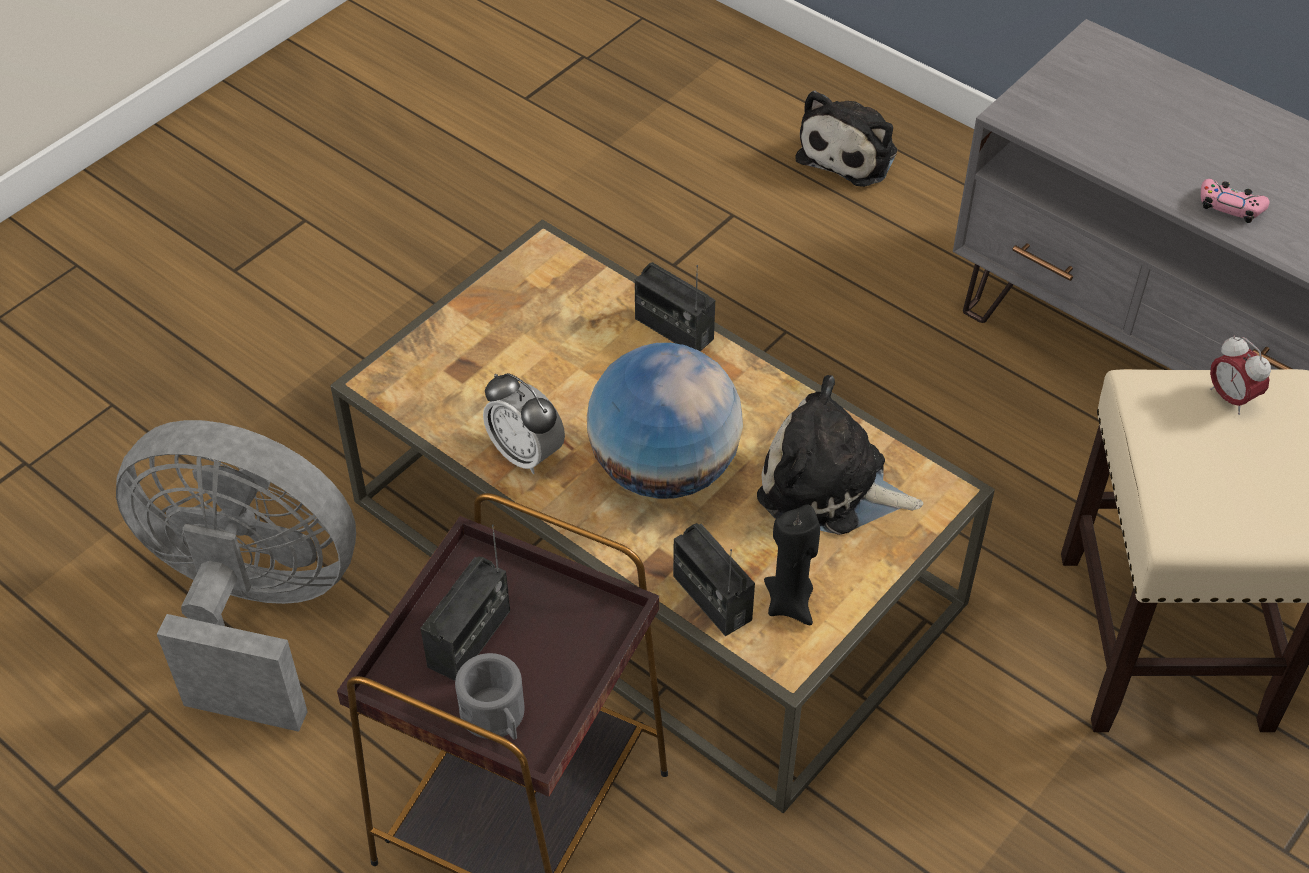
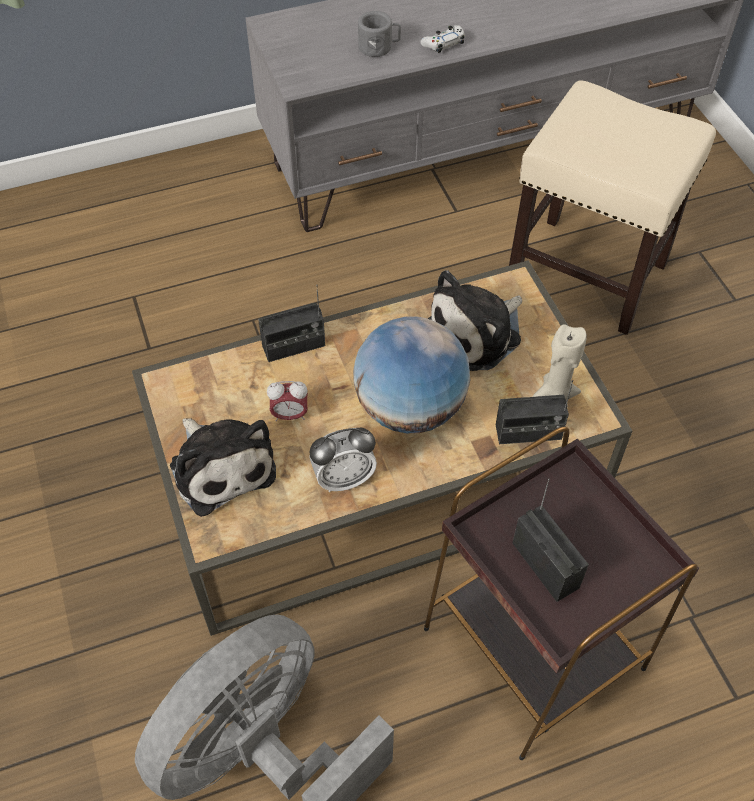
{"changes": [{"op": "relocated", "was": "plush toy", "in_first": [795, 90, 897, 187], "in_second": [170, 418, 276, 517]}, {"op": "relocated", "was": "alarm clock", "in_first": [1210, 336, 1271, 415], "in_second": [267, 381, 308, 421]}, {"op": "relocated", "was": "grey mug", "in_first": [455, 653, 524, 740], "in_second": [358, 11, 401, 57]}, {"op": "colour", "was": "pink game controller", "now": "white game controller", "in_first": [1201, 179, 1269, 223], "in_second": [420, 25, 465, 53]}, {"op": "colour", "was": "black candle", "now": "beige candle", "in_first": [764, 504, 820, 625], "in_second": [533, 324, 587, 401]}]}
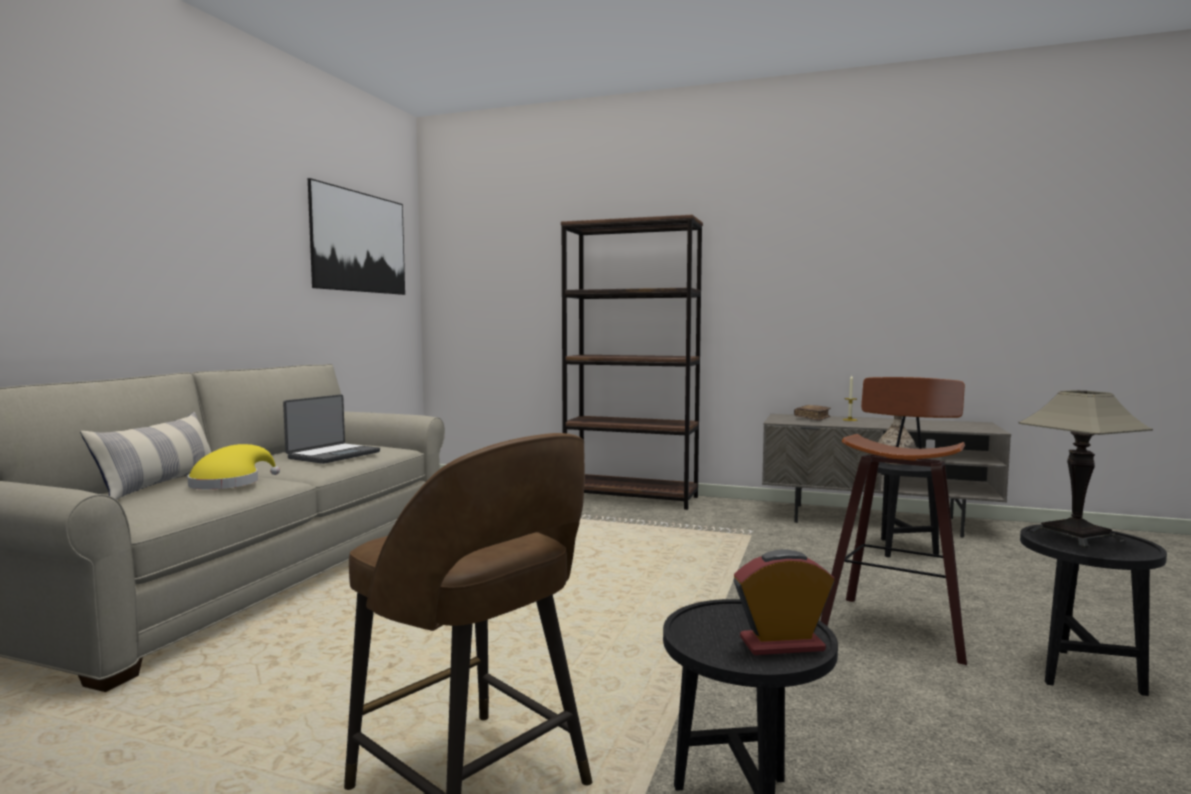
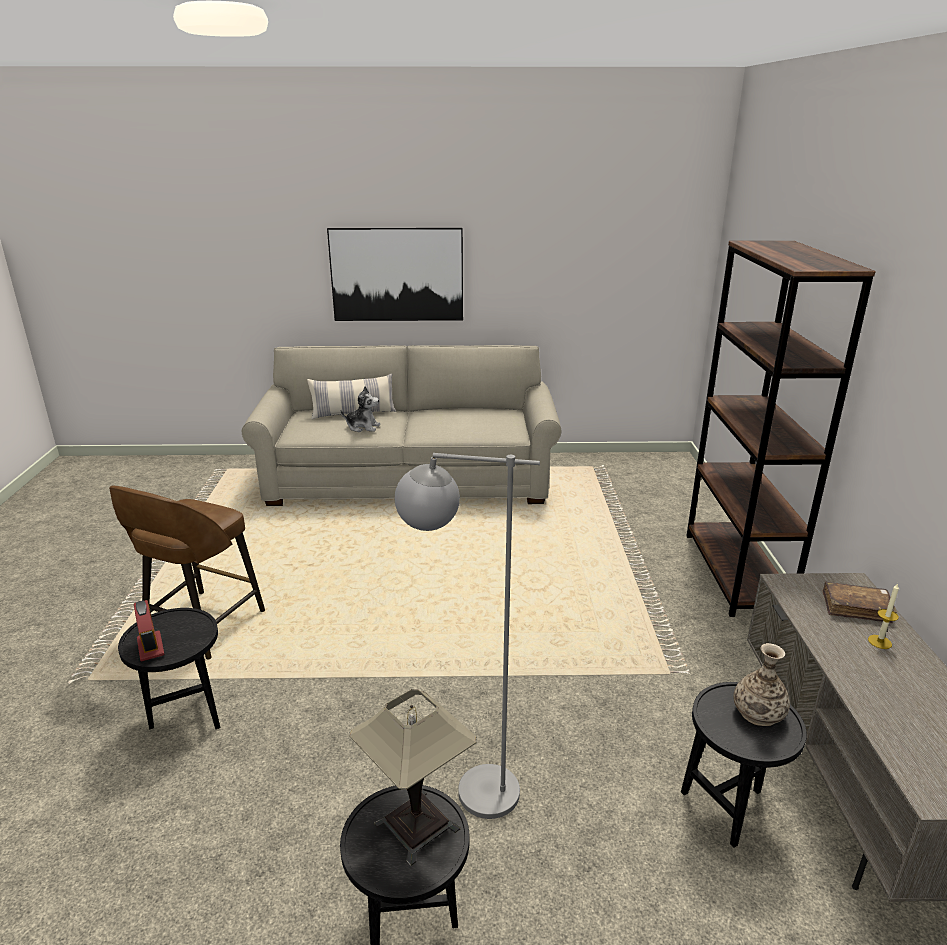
{"changes": [{"op": "relocated", "was": "picture", "in_first": [308, 178, 405, 295], "in_second": [327, 228, 463, 321]}, {"op": "exchanged", "was": "yellow hat", "now": "plush toy", "in_first": [187, 444, 280, 489], "in_second": [341, 386, 380, 432]}, {"op": "exchanged", "was": "stool", "now": "grey floor lamp", "in_first": [820, 377, 967, 665], "in_second": [395, 453, 540, 819]}, {"op": "missing", "was": "laptop", "in_first": [283, 394, 380, 464]}]}
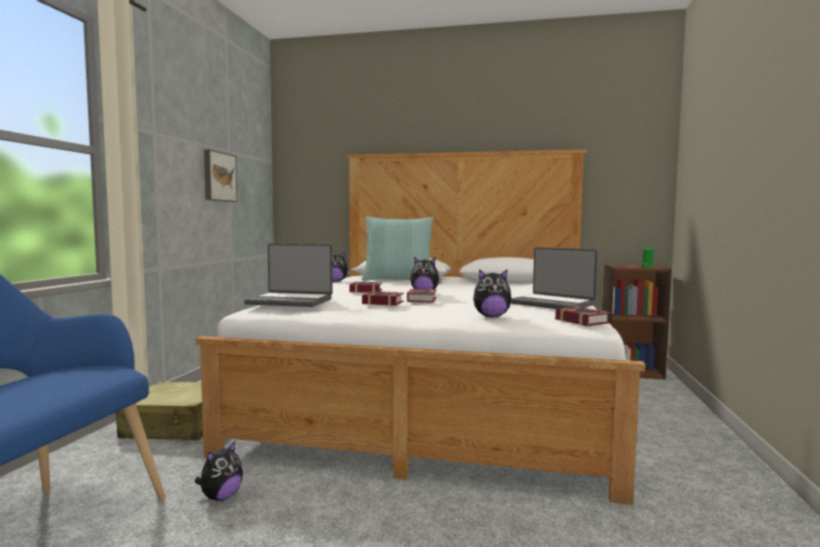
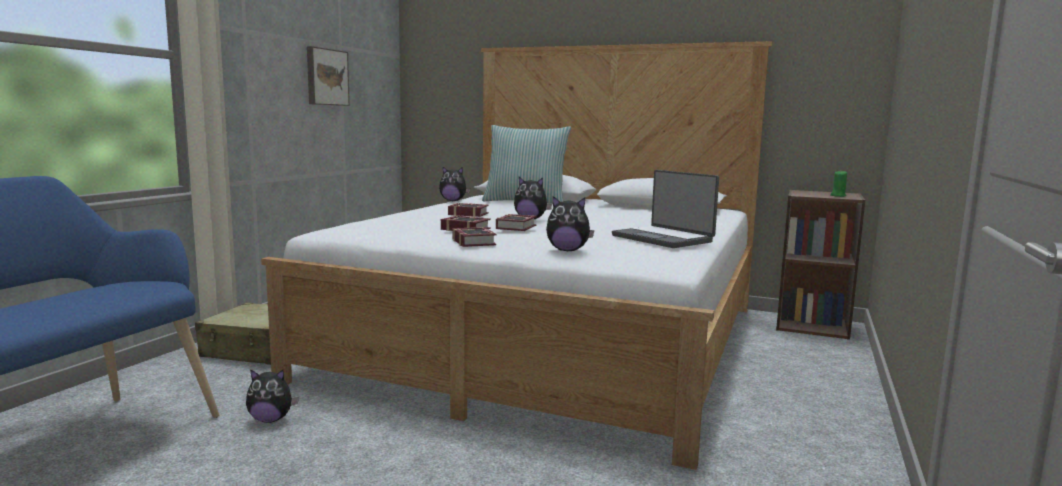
{"changes": [{"op": "spun", "was": "plush toy", "in_first": [195, 441, 243, 501], "in_second": [246, 369, 299, 423], "clockwise": 45}, {"op": "relocated", "was": "book", "in_first": [555, 307, 611, 326], "in_second": [453, 227, 496, 247]}, {"op": "missing", "was": "laptop", "in_first": [244, 243, 333, 307]}]}
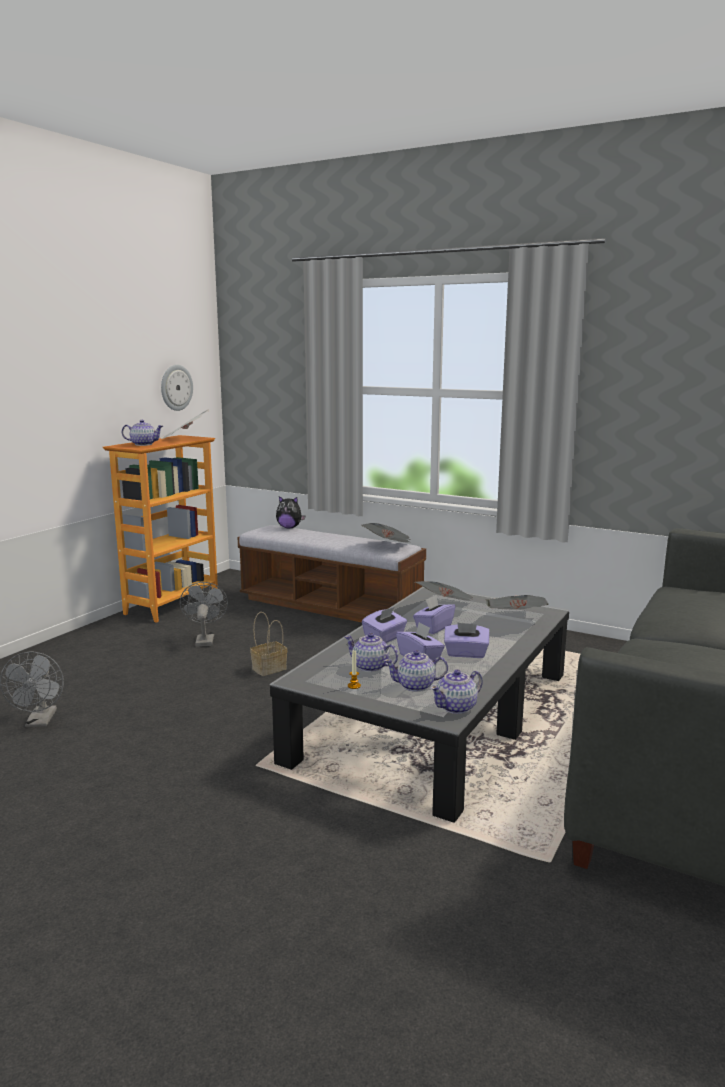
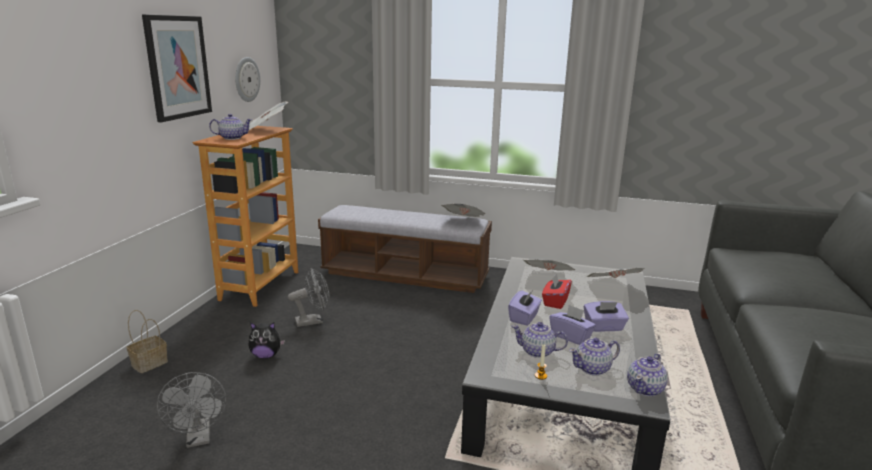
{"changes": [{"op": "relocated", "was": "basket", "in_first": [250, 612, 287, 676], "in_second": [127, 310, 168, 373]}, {"op": "appeared", "now": "picture", "in_second": [142, 14, 212, 122]}, {"op": "relocated", "was": "plush toy", "in_first": [276, 496, 305, 528], "in_second": [248, 322, 285, 359]}, {"op": "spun", "was": "grey fan", "in_first": [180, 582, 228, 647], "in_second": [288, 268, 329, 327], "clockwise": 90}, {"op": "colour", "was": "purple tissue box", "now": "red tissue box", "in_first": [413, 595, 455, 634], "in_second": [542, 273, 572, 309]}]}
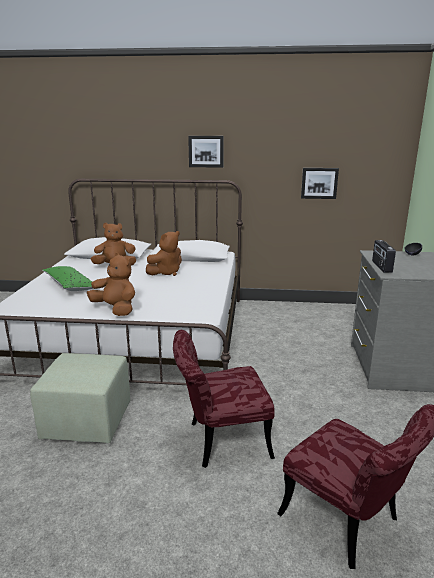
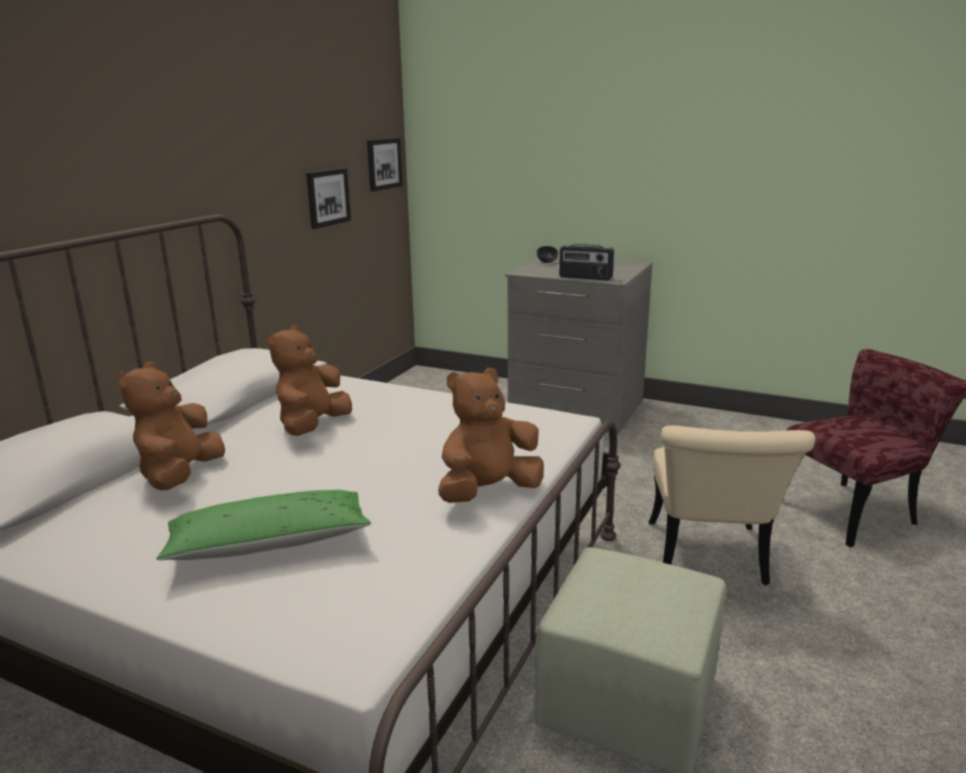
{"changes": [{"op": "spun", "was": "brown plush toy", "in_first": [146, 231, 182, 276], "in_second": [267, 325, 352, 436], "clockwise": -135}, {"op": "relocated", "was": "picture", "in_first": [188, 136, 224, 168], "in_second": [367, 138, 403, 192]}, {"op": "colour", "was": "red chair", "now": "beige chair", "in_first": [173, 330, 275, 468], "in_second": [649, 425, 816, 585]}]}
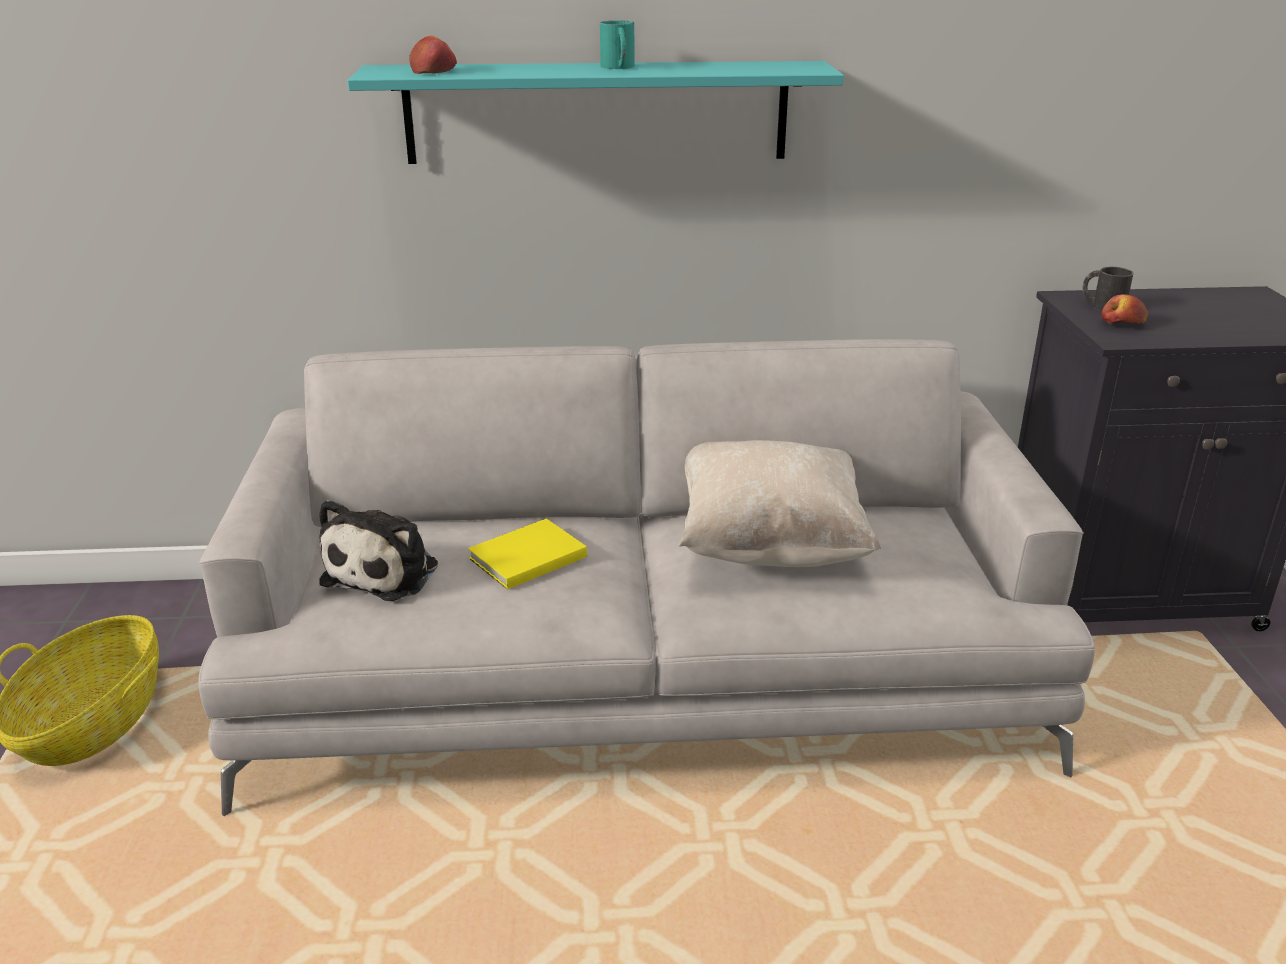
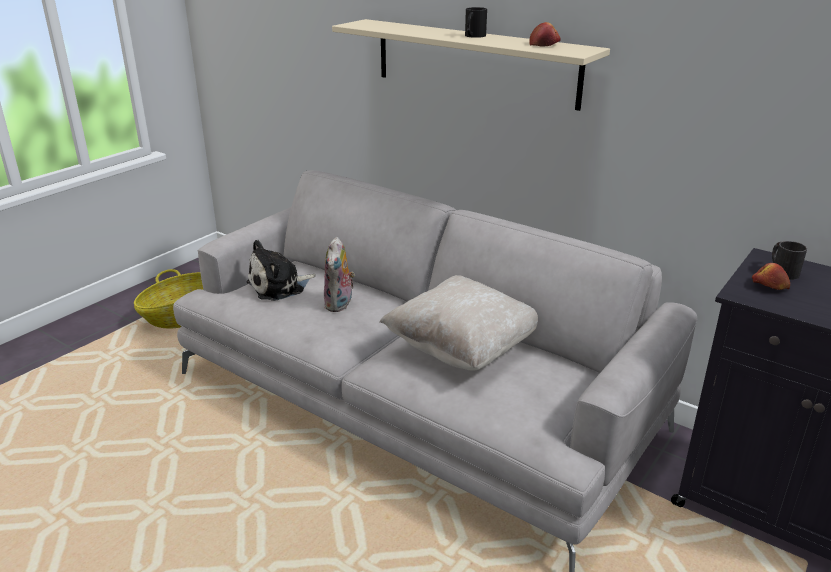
{"changes": [{"op": "exchanged", "was": "yellow book", "now": "plush toy", "in_first": [468, 518, 587, 589], "in_second": [324, 236, 355, 312]}, {"op": "colour", "was": "turquoise shelf", "now": "beige shelf", "in_first": [348, 61, 844, 164], "in_second": [332, 19, 610, 111]}, {"op": "colour", "was": "turquoise mug", "now": "black mug", "in_first": [600, 20, 634, 69], "in_second": [465, 7, 487, 38]}, {"op": "relocated", "was": "apple", "in_first": [409, 36, 457, 74], "in_second": [529, 22, 561, 46]}]}
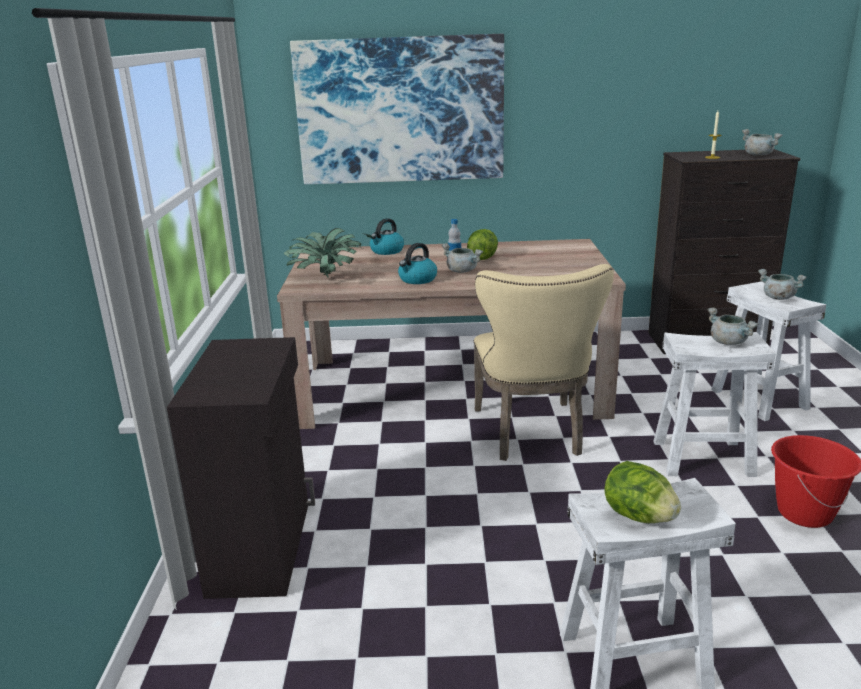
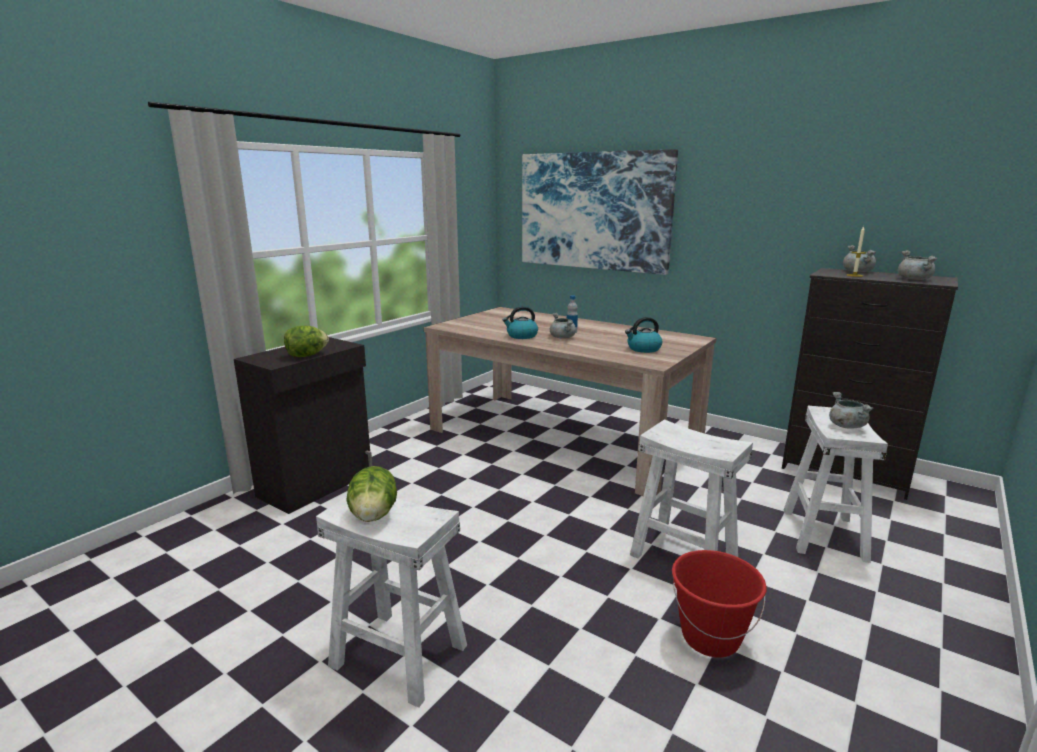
{"changes": [{"op": "relocated", "was": "lettuce", "in_first": [467, 229, 498, 260], "in_second": [284, 326, 329, 357]}, {"op": "relocated", "was": "kettle", "in_first": [370, 218, 404, 255], "in_second": [625, 317, 662, 353]}, {"op": "relocated", "was": "grey cooking pot", "in_first": [707, 308, 759, 345], "in_second": [843, 245, 876, 272]}, {"op": "missing", "was": "potted plant", "in_first": [284, 228, 373, 278]}, {"op": "missing", "was": "beige chair", "in_first": [474, 264, 614, 461]}]}
